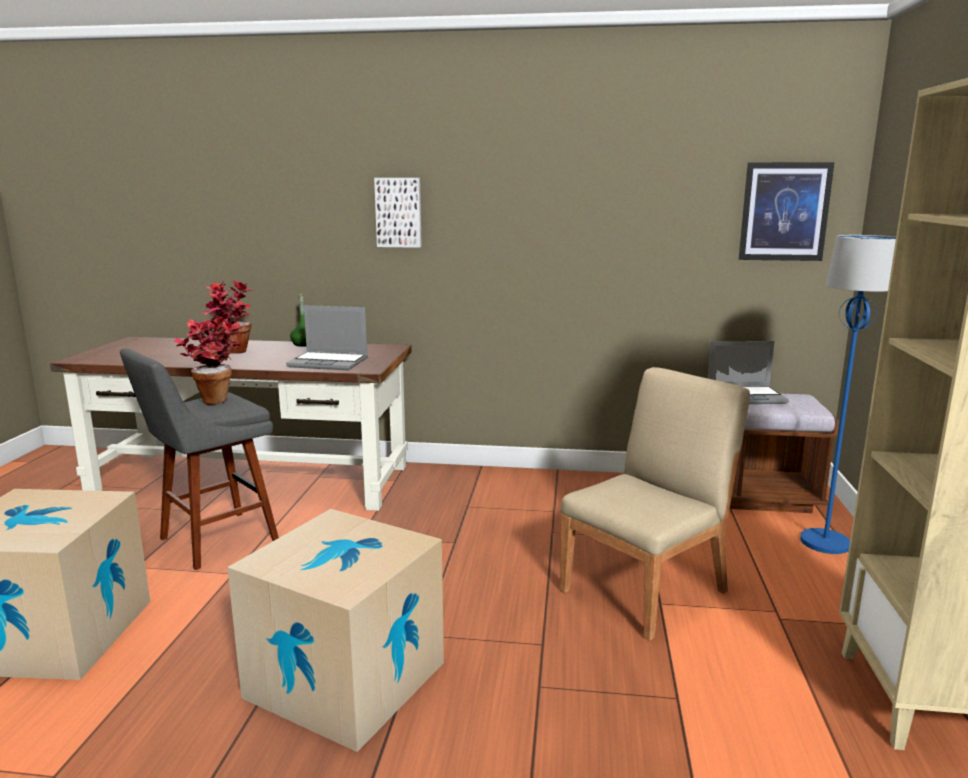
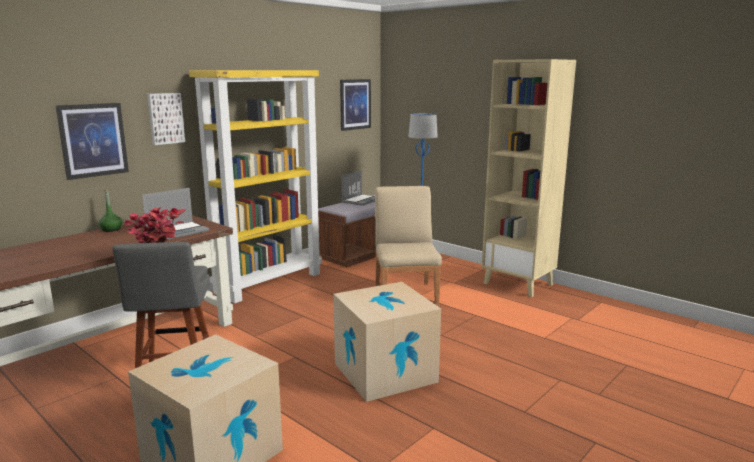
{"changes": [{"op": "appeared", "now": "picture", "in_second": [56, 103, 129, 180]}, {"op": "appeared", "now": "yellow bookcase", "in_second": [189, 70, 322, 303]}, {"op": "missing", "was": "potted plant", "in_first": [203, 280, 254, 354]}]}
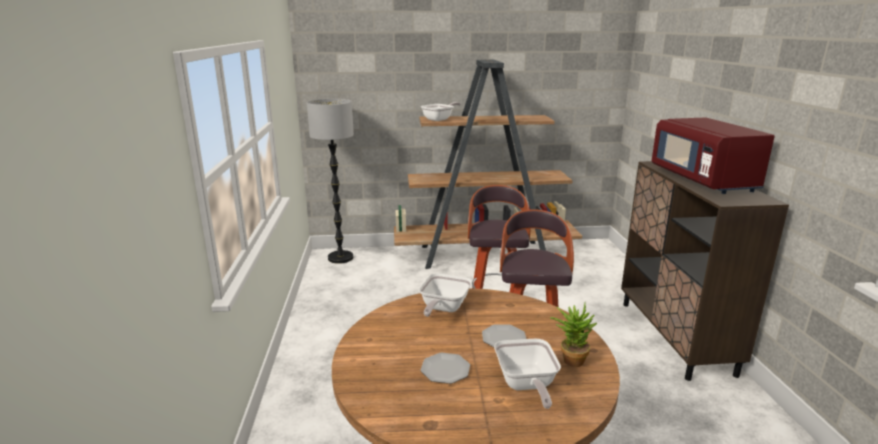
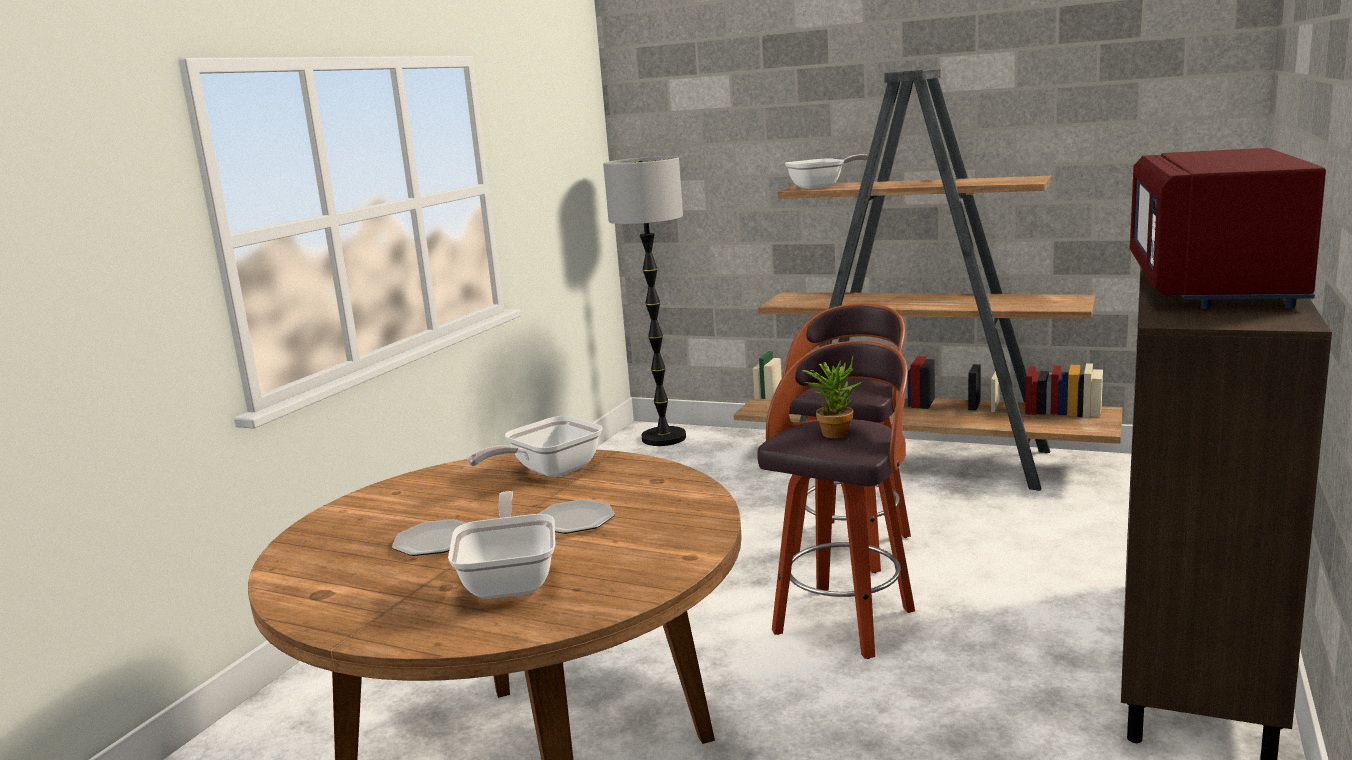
{"changes": [{"op": "spun", "was": "frying pan", "in_first": [494, 339, 561, 409], "in_second": [448, 491, 556, 599], "clockwise": 150}, {"op": "relocated", "was": "potted plant", "in_first": [550, 303, 597, 367], "in_second": [802, 356, 862, 438]}]}
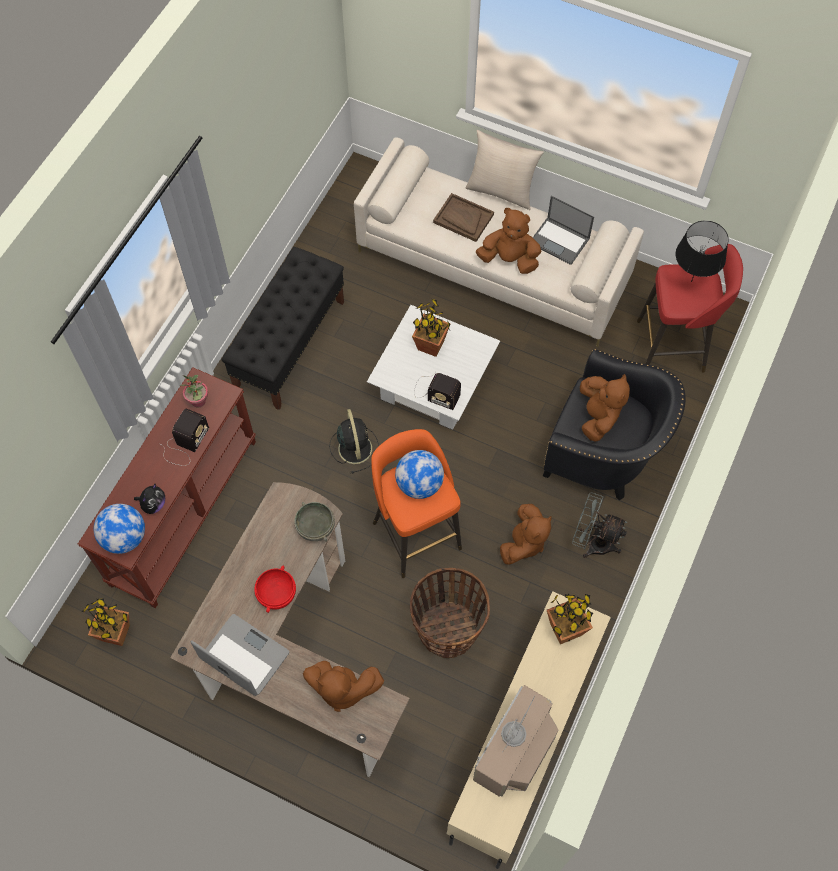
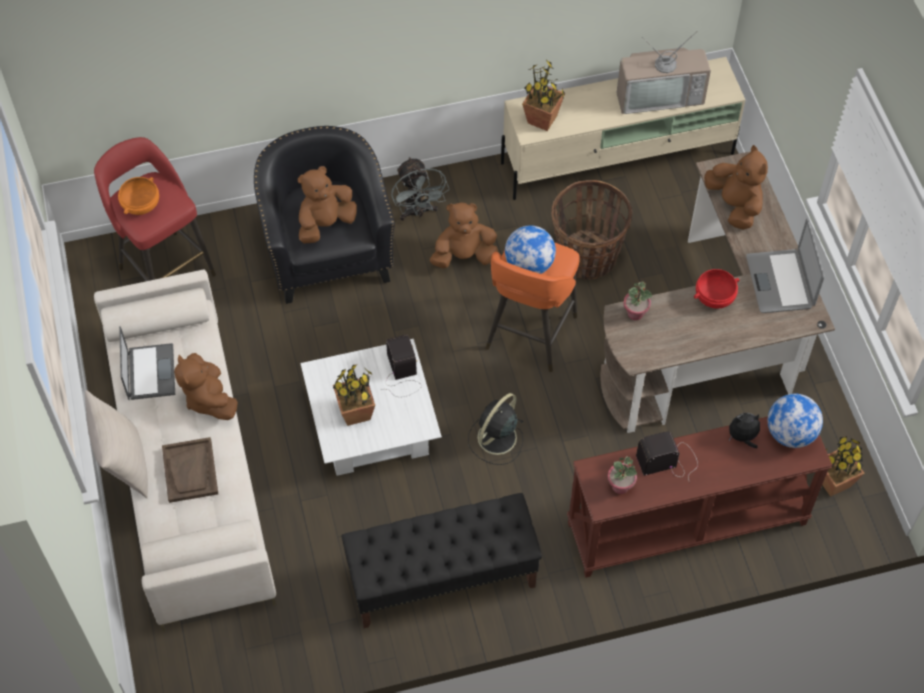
{"changes": [{"op": "exchanged", "was": "black table lamp", "now": "orange bowl", "in_first": [676, 220, 729, 282], "in_second": [118, 177, 159, 215]}, {"op": "exchanged", "was": "grey bowl", "now": "potted plant", "in_first": [294, 502, 335, 542], "in_second": [624, 281, 652, 320]}]}
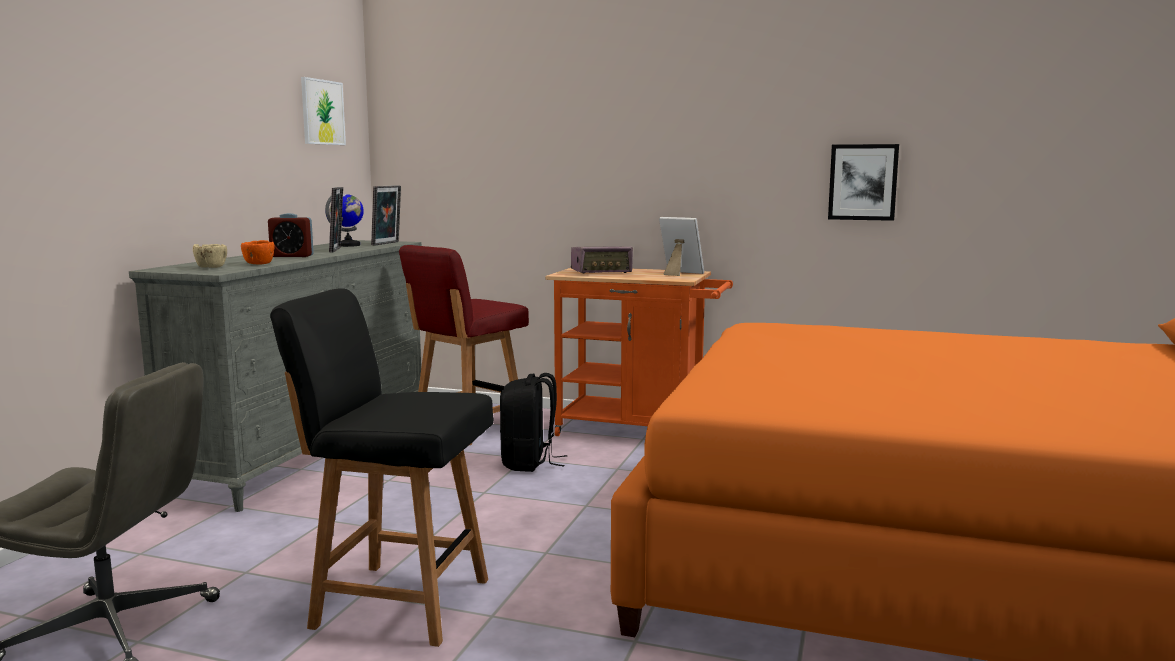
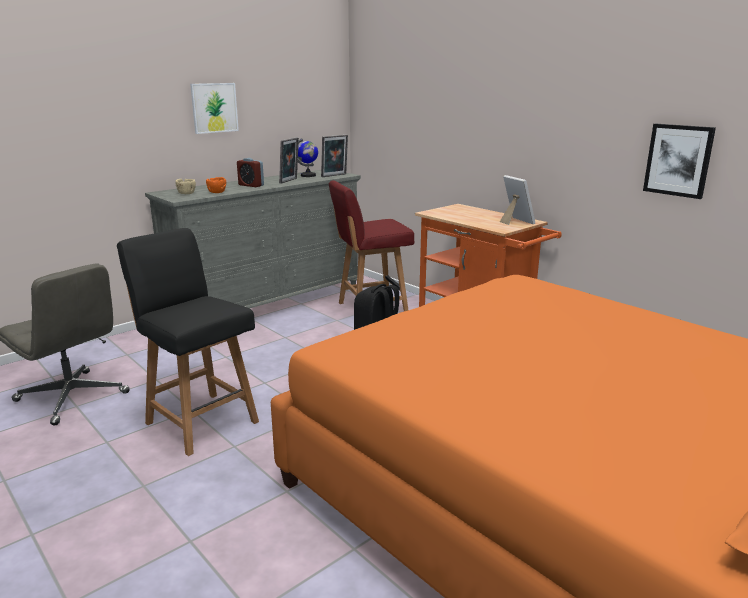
{"changes": [{"op": "relocated", "was": "picture", "in_first": [301, 77, 346, 145], "in_second": [190, 83, 239, 134]}, {"op": "missing", "was": "radio", "in_first": [571, 246, 633, 273]}]}
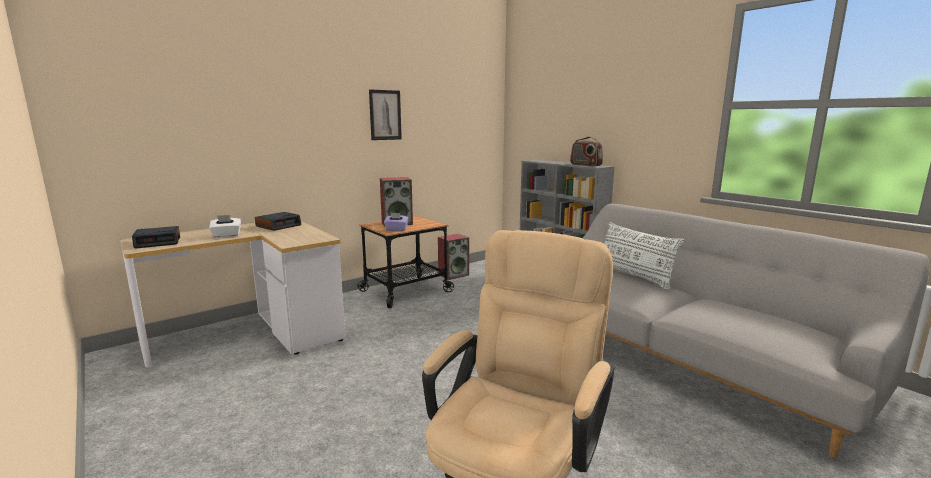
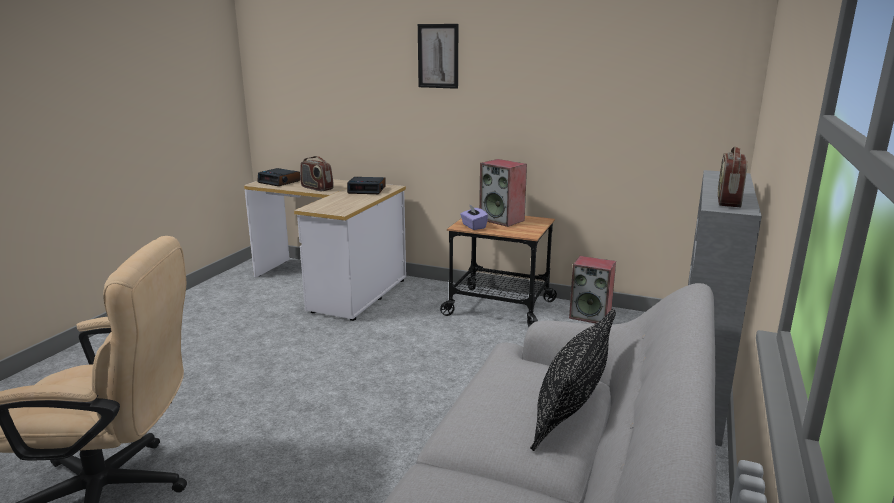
{"changes": [{"op": "exchanged", "was": "white tissue box", "now": "radio", "in_first": [209, 215, 241, 238], "in_second": [300, 156, 334, 192]}, {"op": "relocated", "was": "picture", "in_first": [369, 89, 402, 140], "in_second": [418, 24, 458, 89]}, {"op": "colour", "was": "white pillow", "now": "black pillow", "in_first": [604, 222, 684, 290], "in_second": [530, 309, 616, 451]}]}
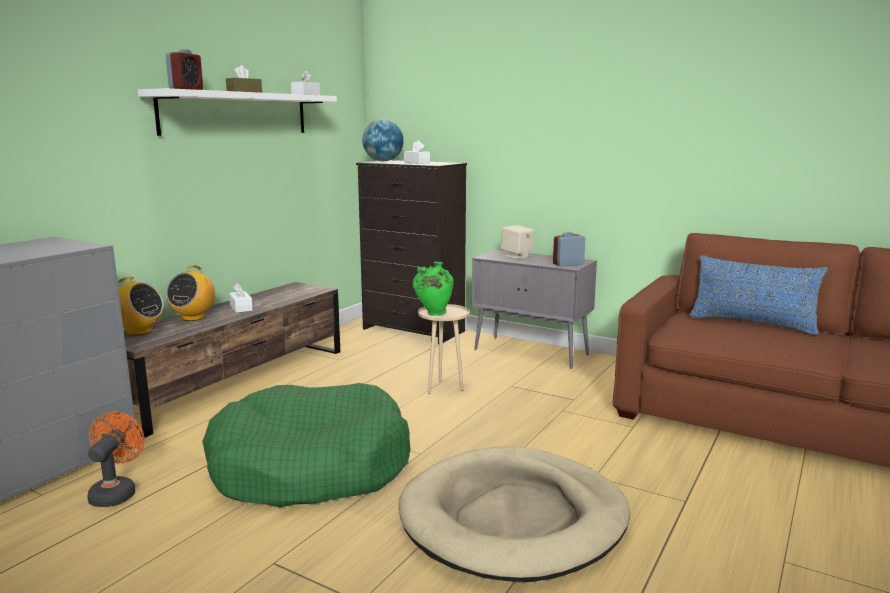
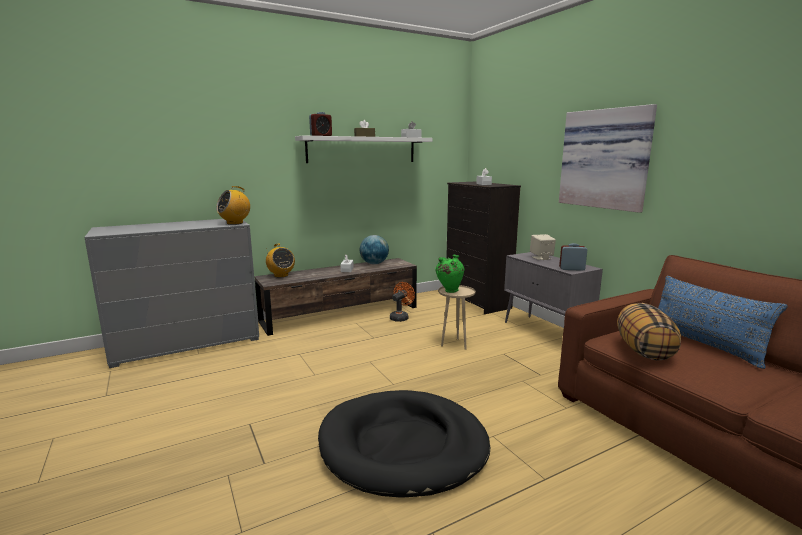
{"changes": [{"op": "relocated", "was": "radio", "in_first": [166, 265, 215, 321], "in_second": [216, 186, 250, 225]}, {"op": "colour", "was": "beige dog bed", "now": "black dog bed", "in_first": [399, 446, 630, 582], "in_second": [318, 390, 490, 498]}, {"op": "relocated", "was": "globe", "in_first": [362, 119, 404, 161], "in_second": [360, 235, 389, 264]}, {"op": "relocated", "was": "orange fan", "in_first": [87, 411, 145, 507], "in_second": [390, 282, 415, 322]}, {"op": "appeared", "now": "picture", "in_second": [559, 104, 657, 213]}, {"op": "appeared", "now": "pillow", "in_second": [617, 303, 681, 360]}, {"op": "missing", "was": "green dog bed", "in_first": [202, 383, 410, 508]}]}
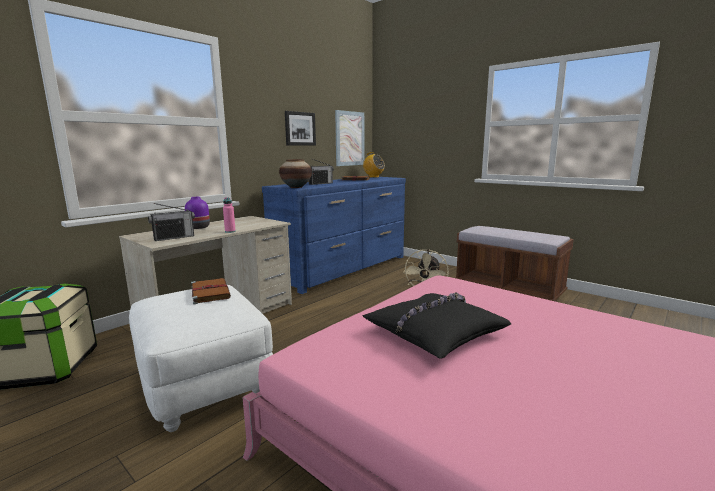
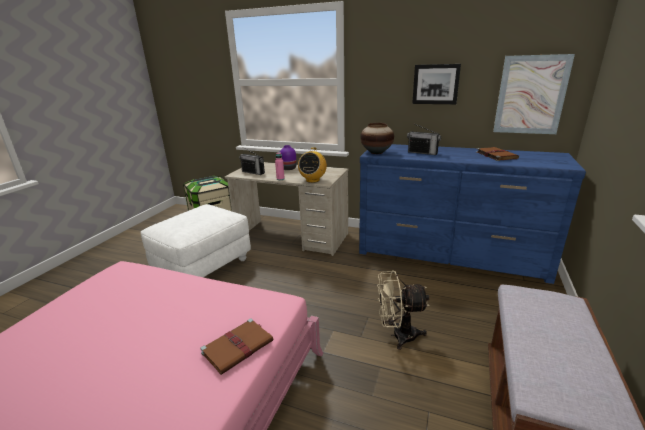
{"changes": [{"op": "relocated", "was": "brown book", "in_first": [191, 278, 231, 304], "in_second": [200, 318, 273, 375]}, {"op": "relocated", "was": "radio", "in_first": [361, 152, 385, 178], "in_second": [298, 147, 327, 183]}, {"op": "missing", "was": "black pillow", "in_first": [363, 292, 511, 359]}]}
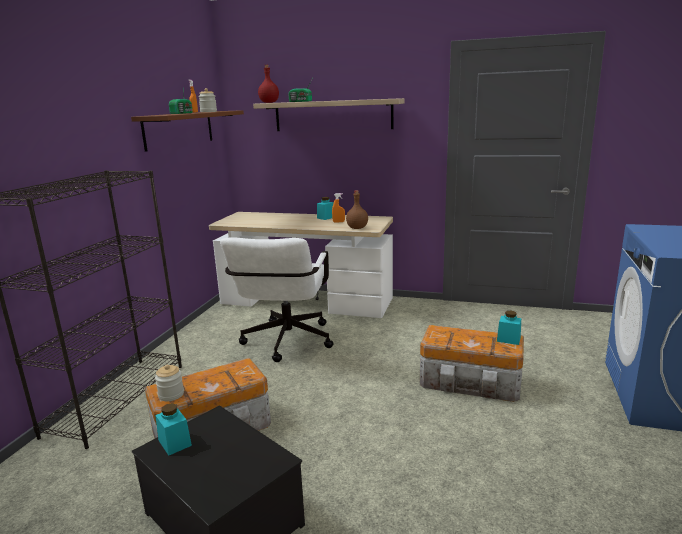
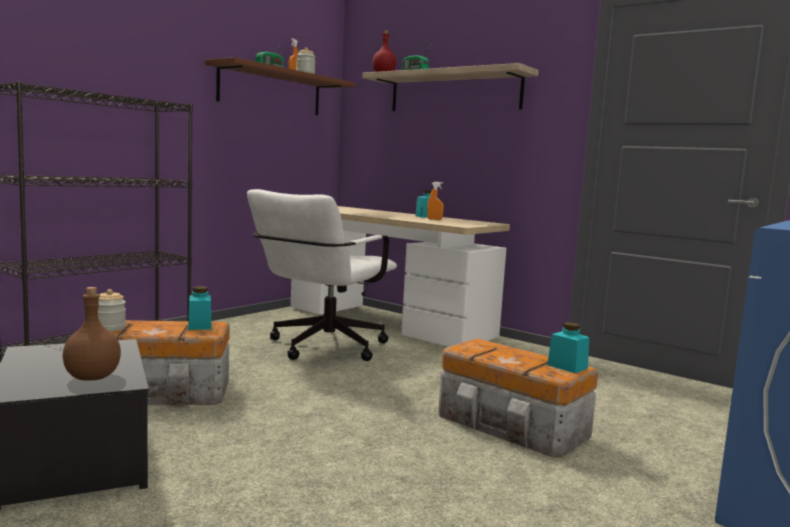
{"changes": [{"op": "relocated", "was": "brown bottle", "in_first": [346, 190, 368, 229], "in_second": [63, 287, 121, 381]}, {"op": "relocated", "was": "turquoise jar", "in_first": [155, 403, 192, 455], "in_second": [188, 286, 212, 330]}]}
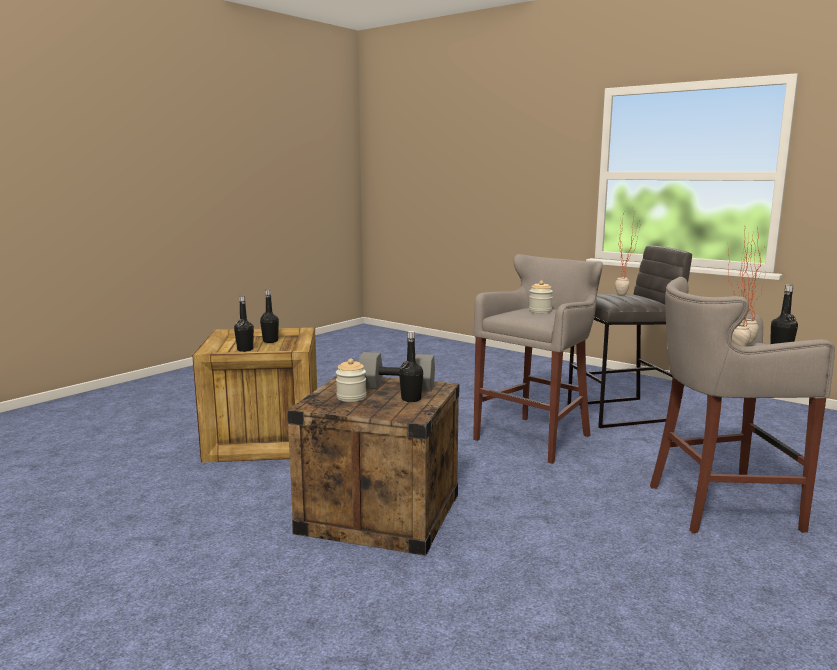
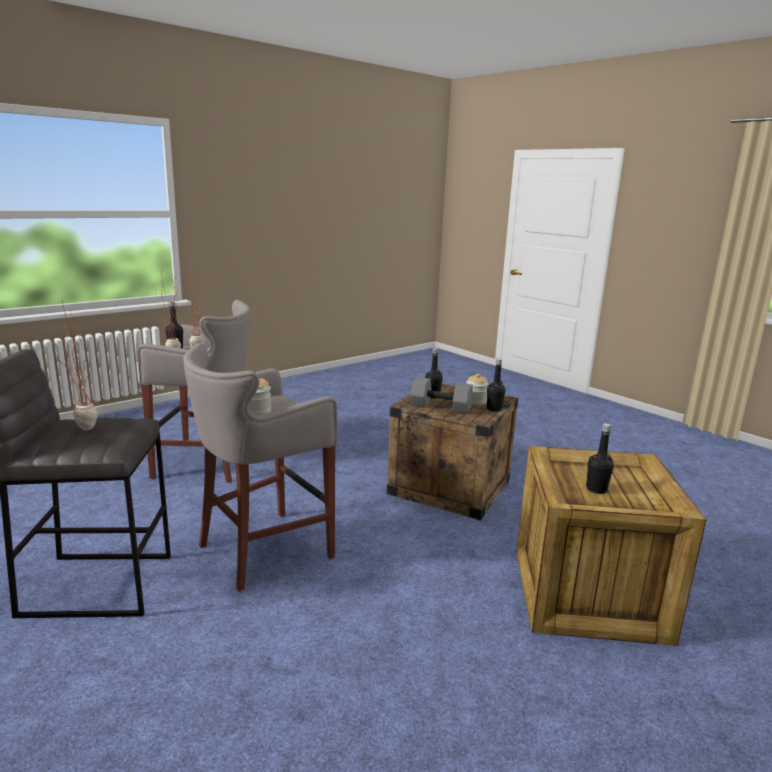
{"changes": [{"op": "relocated", "was": "black bottle", "in_first": [234, 296, 254, 352], "in_second": [487, 359, 505, 412]}]}
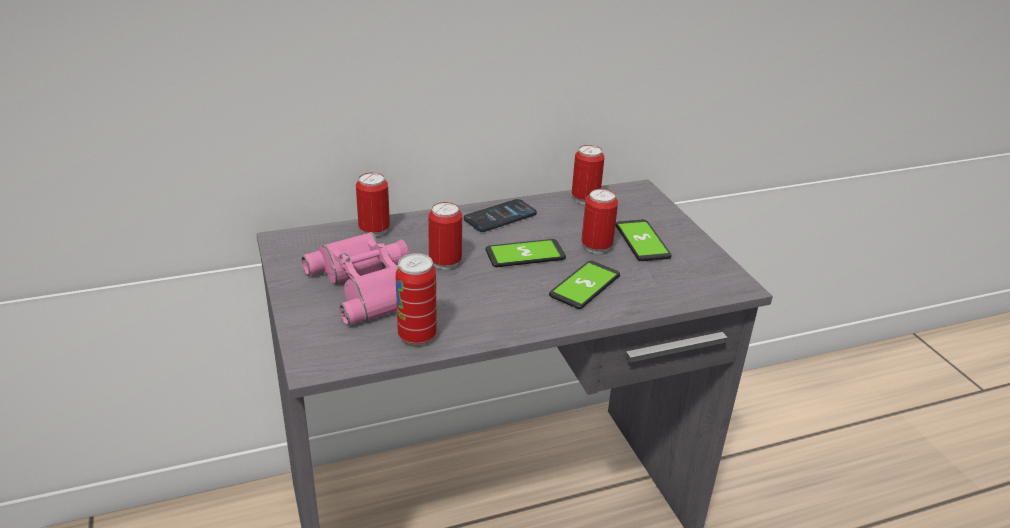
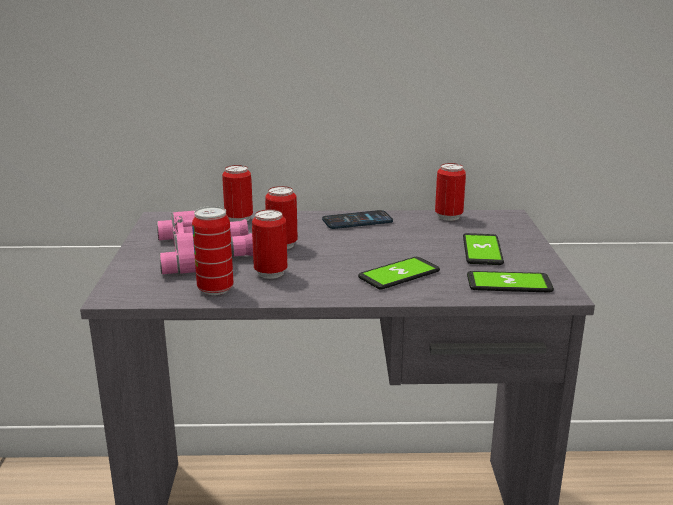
{"changes": [{"op": "relocated", "was": "can", "in_first": [582, 189, 618, 254], "in_second": [252, 209, 287, 279]}, {"op": "relocated", "was": "phone", "in_first": [486, 239, 566, 267], "in_second": [467, 271, 554, 292]}]}
